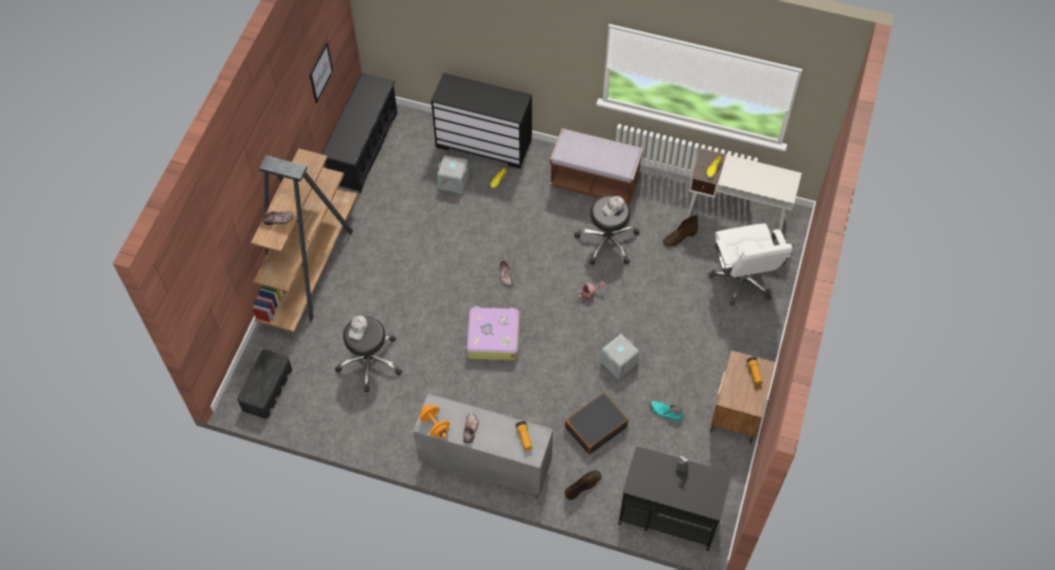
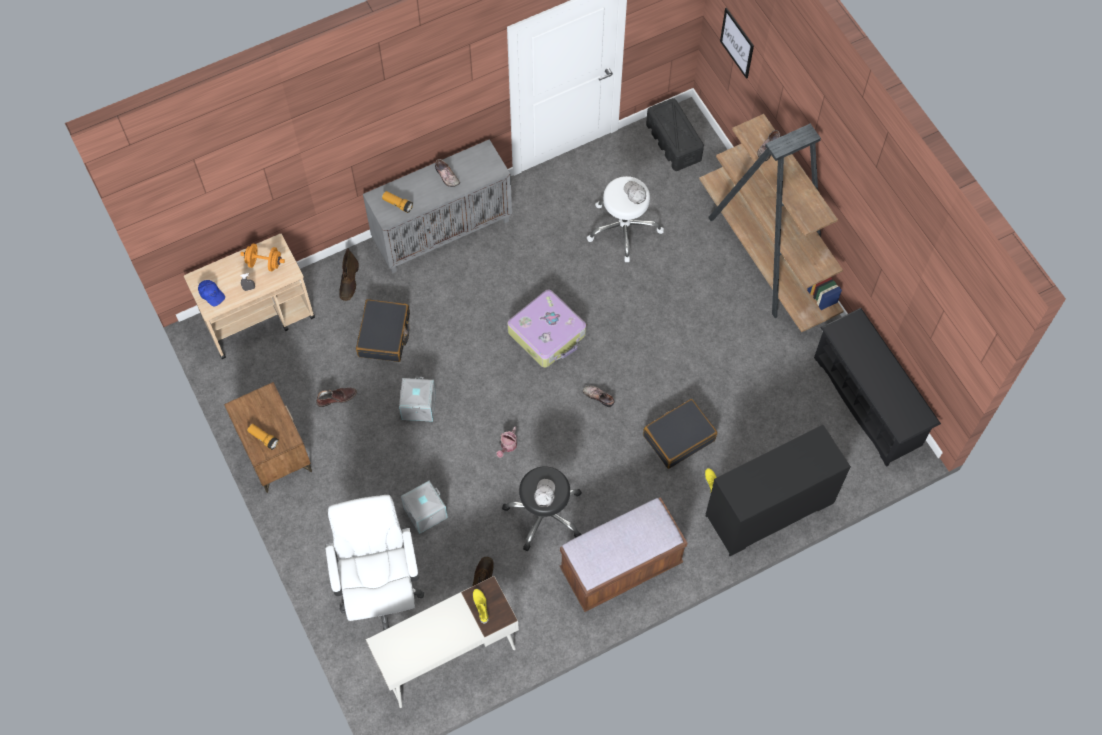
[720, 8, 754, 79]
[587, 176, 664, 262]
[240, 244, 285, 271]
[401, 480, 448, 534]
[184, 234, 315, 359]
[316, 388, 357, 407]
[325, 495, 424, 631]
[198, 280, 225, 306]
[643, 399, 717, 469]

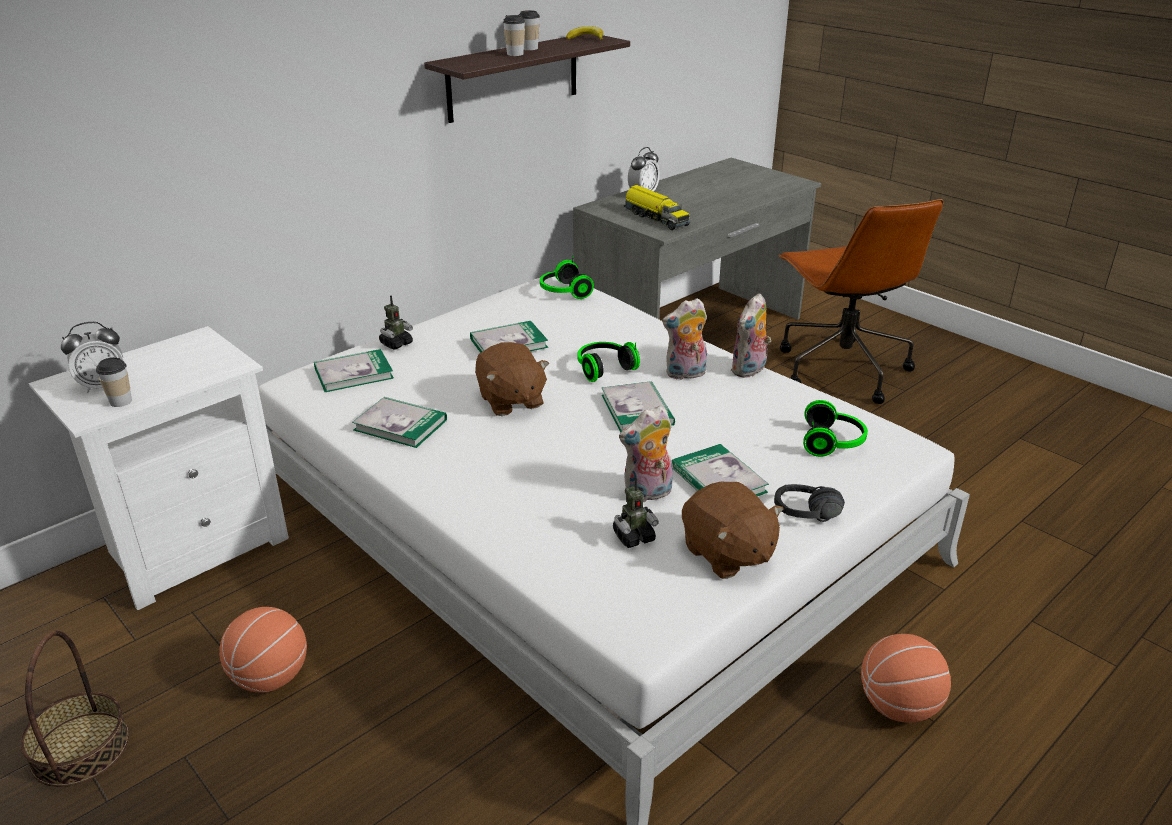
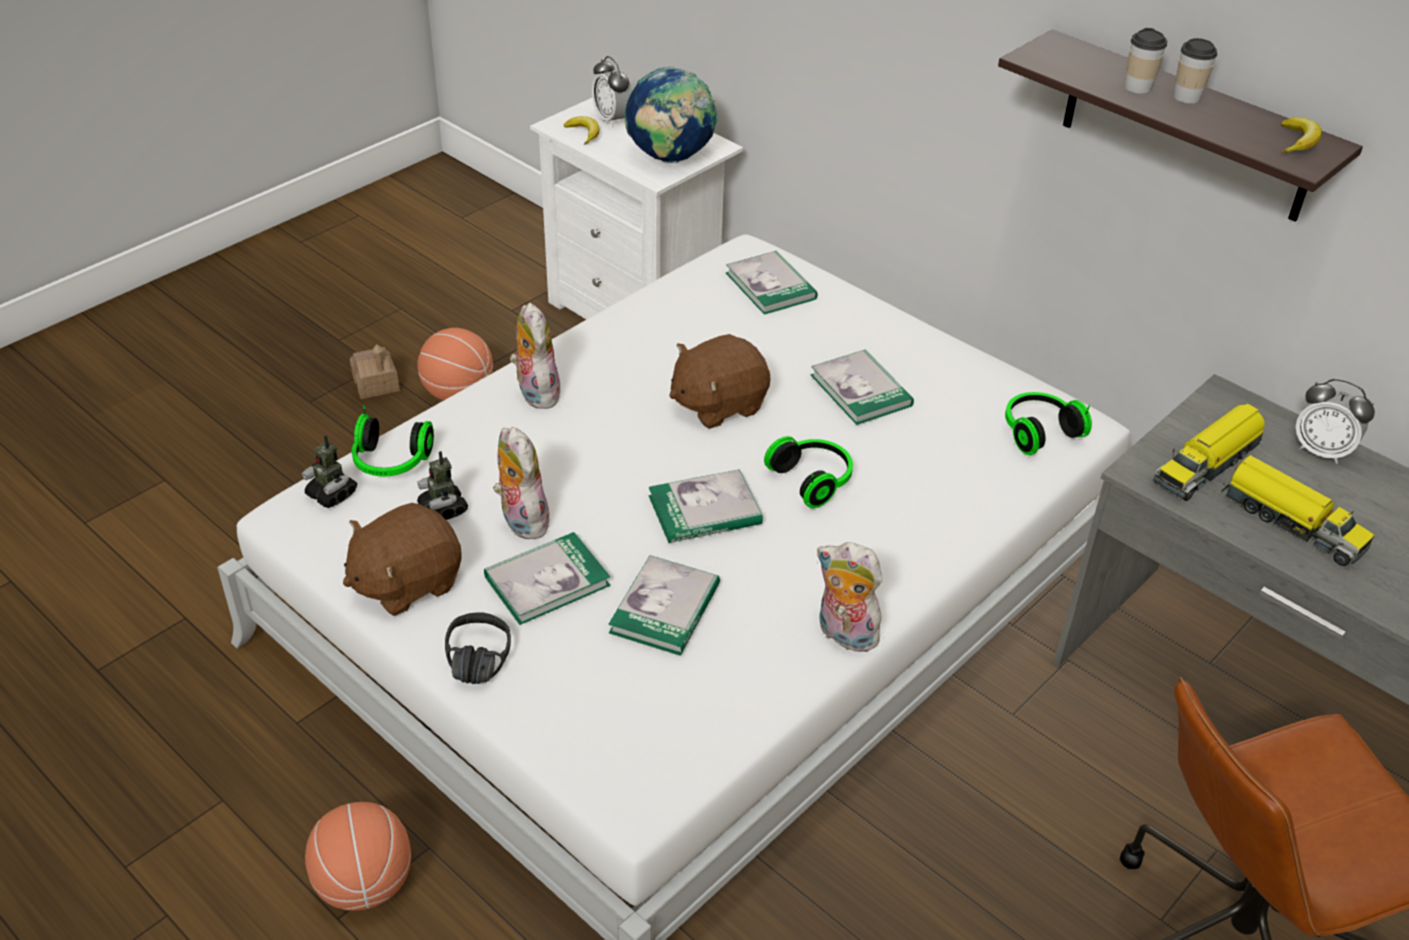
[20, 630, 129, 787] (first image)
[564, 116, 600, 145]
[608, 555, 720, 656]
[302, 435, 357, 508]
[510, 303, 560, 409]
[352, 405, 434, 476]
[350, 344, 400, 399]
[625, 66, 718, 163]
[1221, 455, 1374, 566]

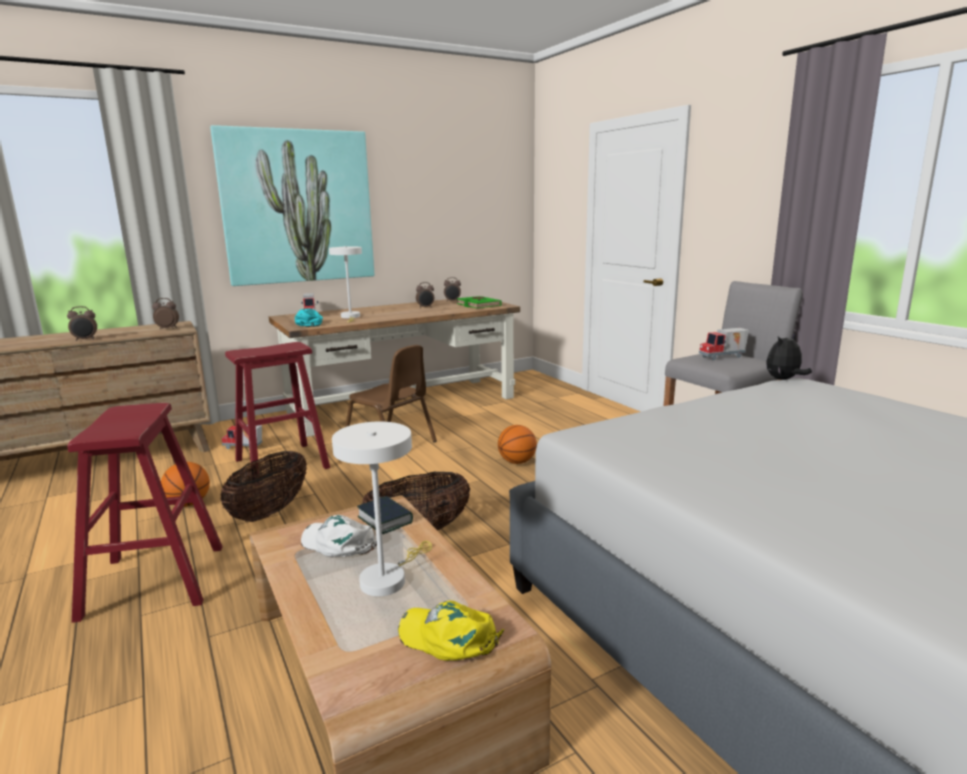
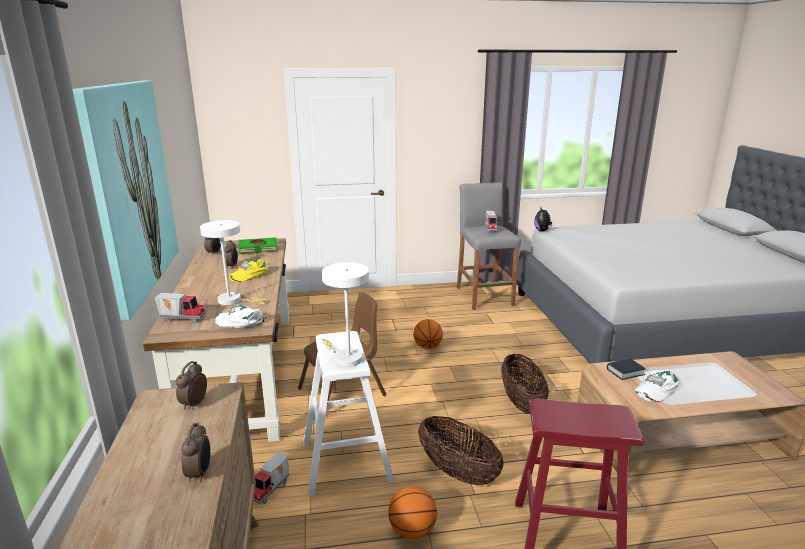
[303, 331, 394, 496]
[215, 305, 267, 329]
[322, 262, 369, 367]
[228, 259, 268, 282]

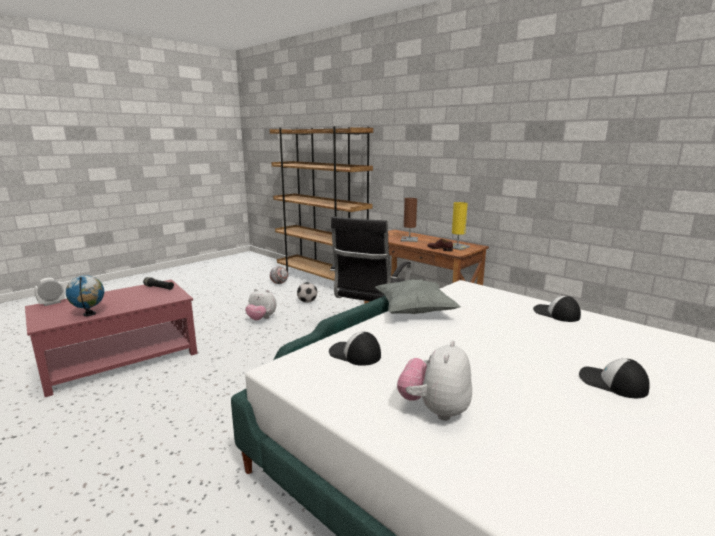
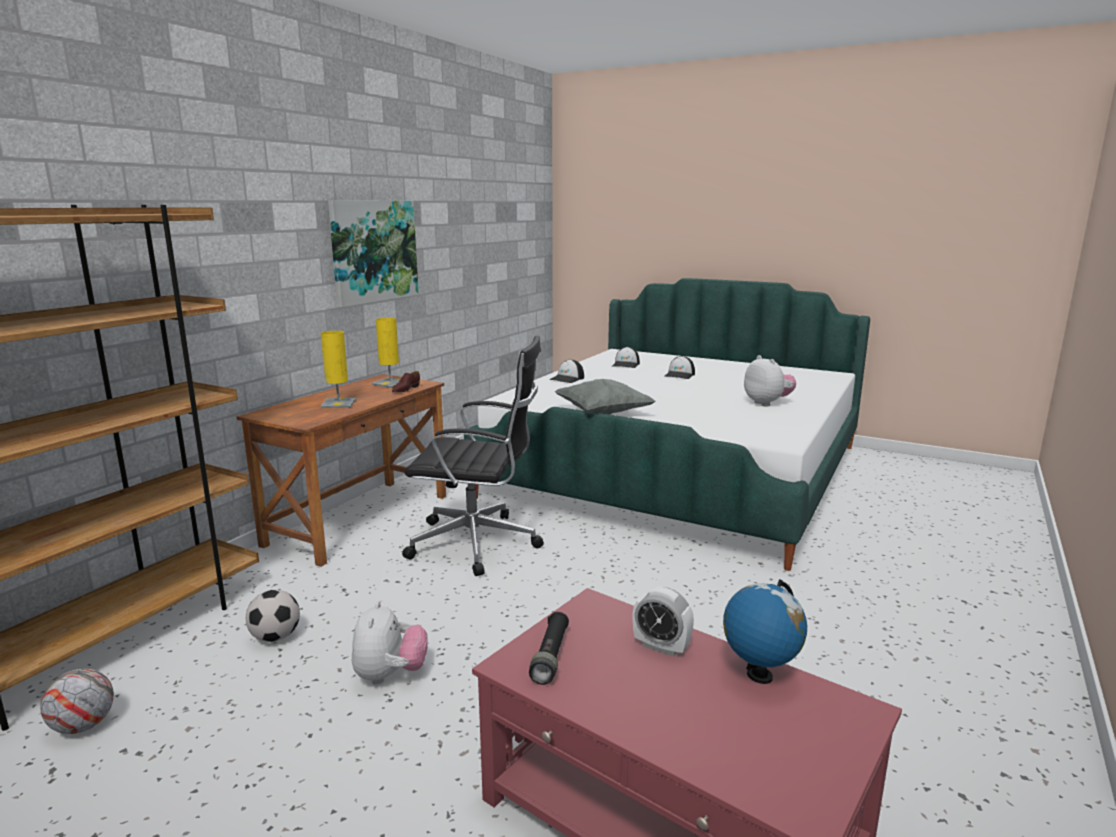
[633, 587, 694, 656]
[612, 347, 640, 368]
[744, 355, 796, 407]
[321, 331, 356, 408]
[328, 200, 419, 307]

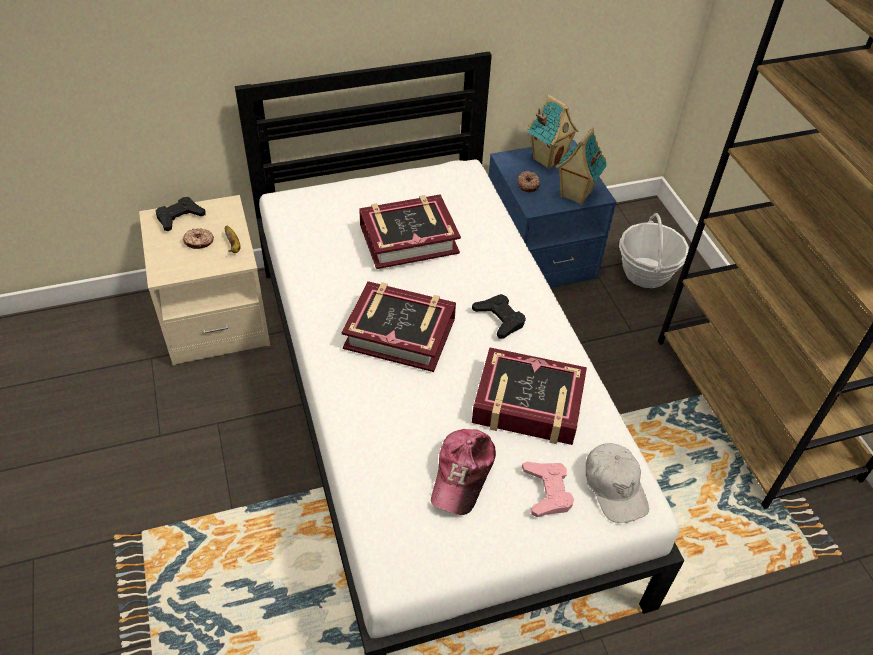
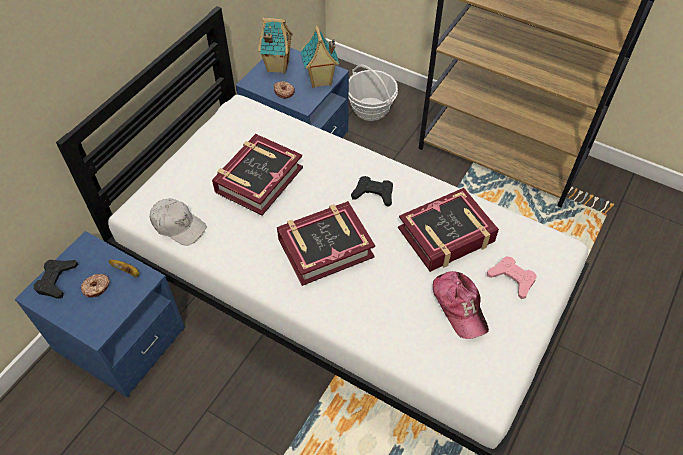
[15, 231, 185, 398]
[150, 198, 207, 246]

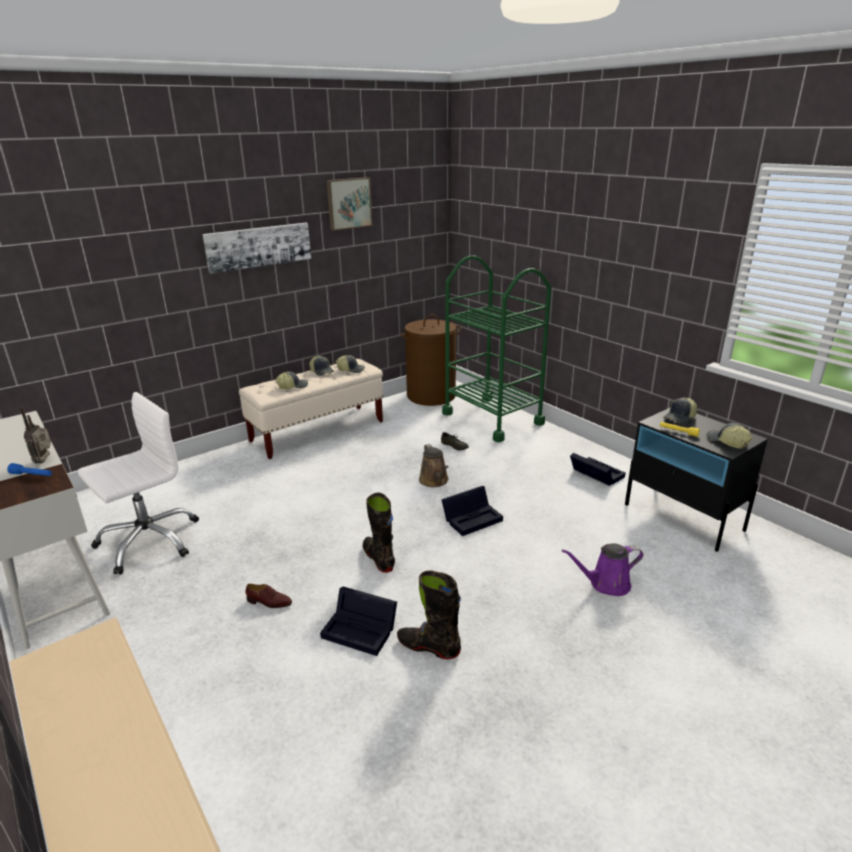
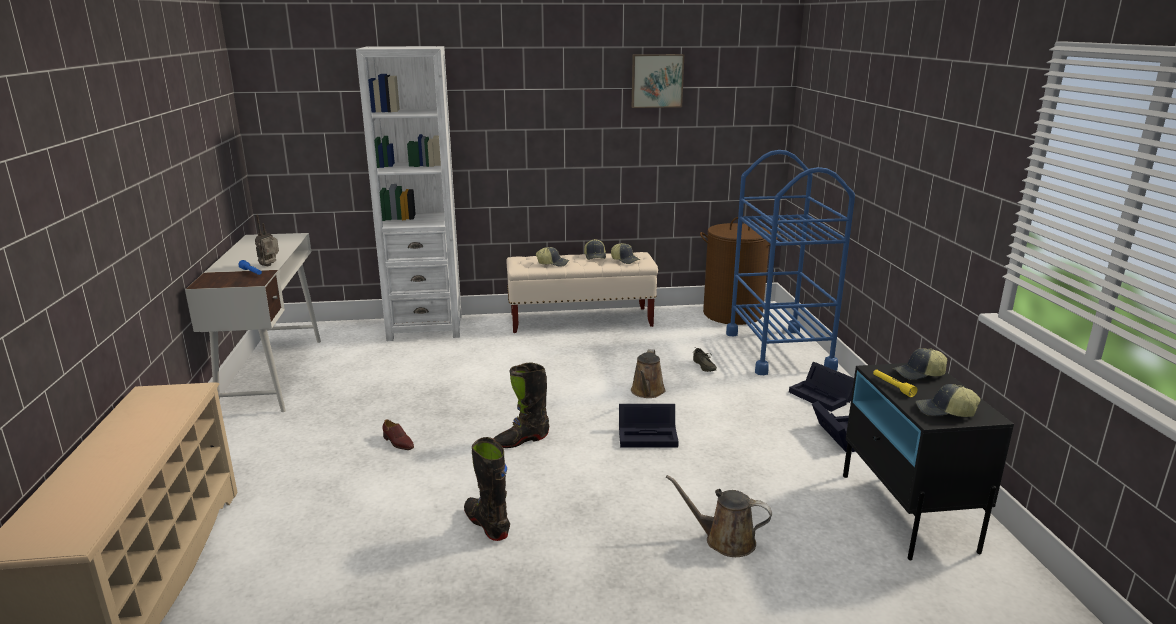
[78, 392, 199, 575] (first image)
[202, 223, 311, 274] (first image)
[789, 362, 854, 412]
[493, 363, 549, 448]
[726, 150, 855, 375]
[666, 475, 772, 557]
[916, 384, 981, 417]
[356, 46, 462, 341]

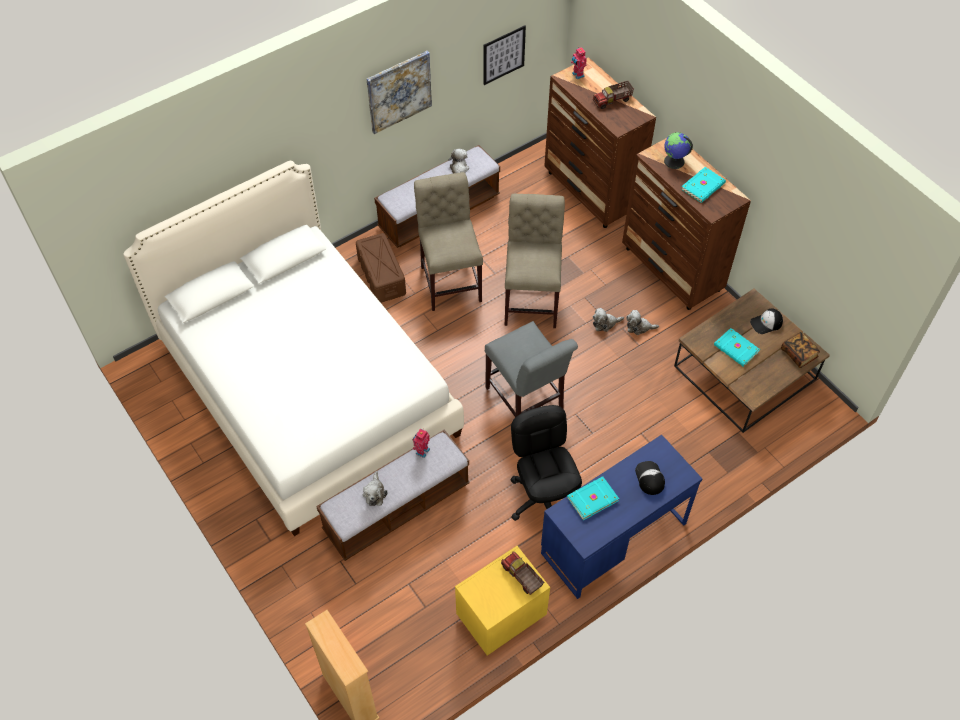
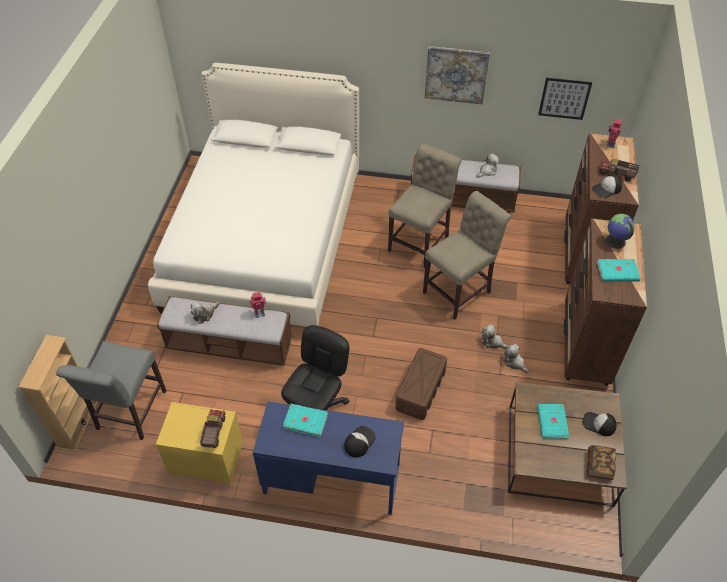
[395, 348, 447, 420]
[56, 341, 166, 440]
[592, 175, 622, 198]

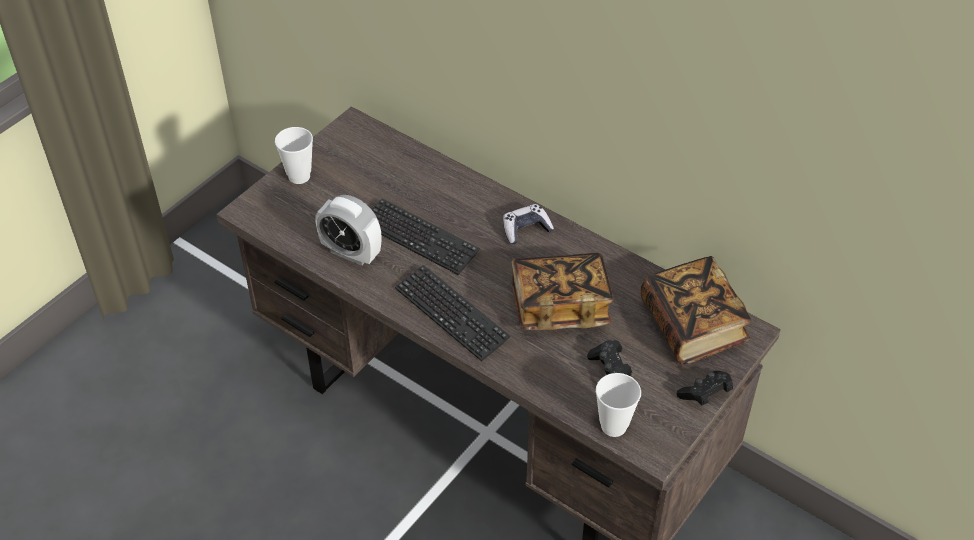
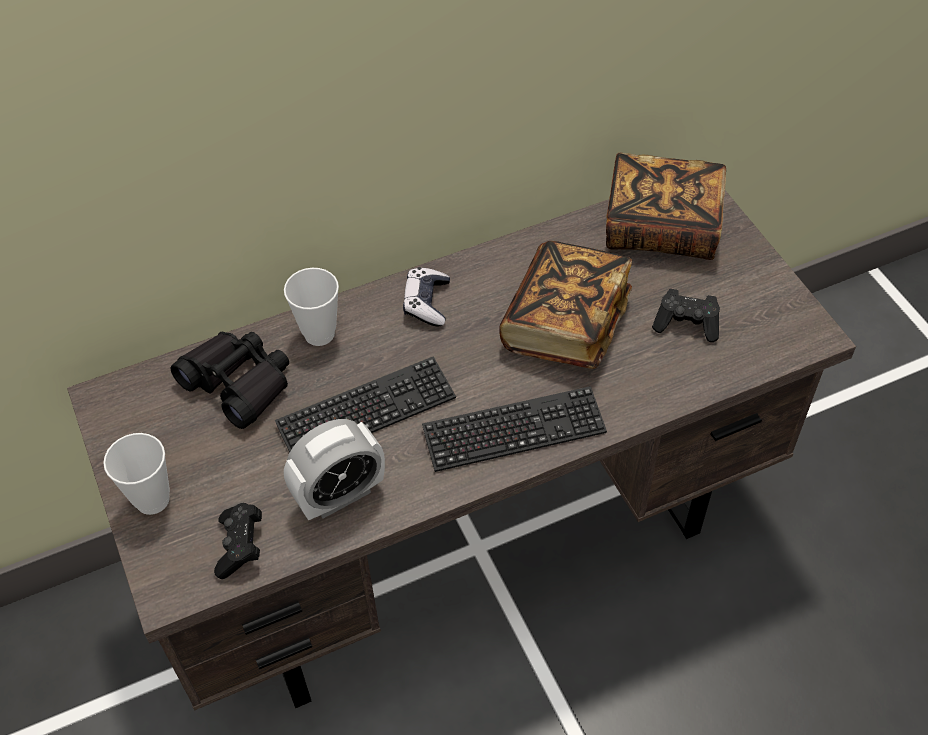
[284, 268, 339, 346]
[214, 503, 262, 579]
[170, 332, 289, 429]

